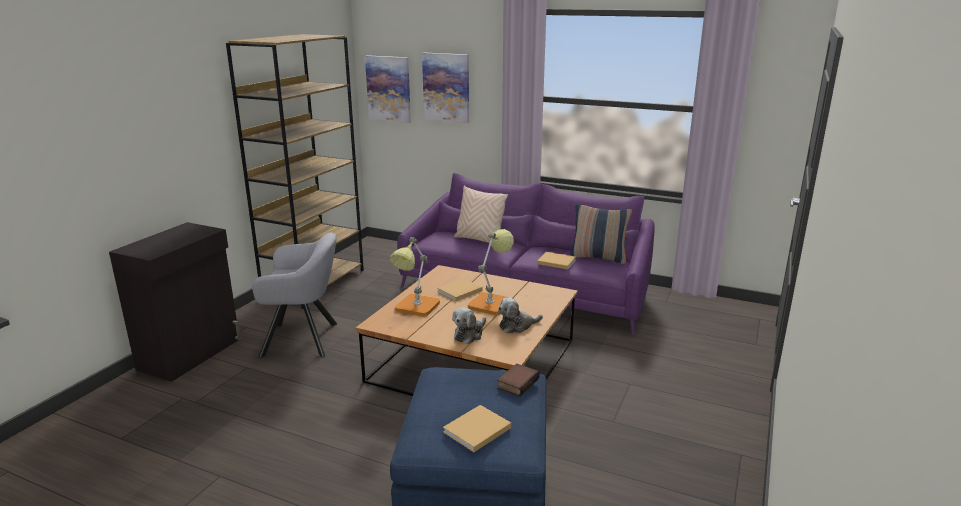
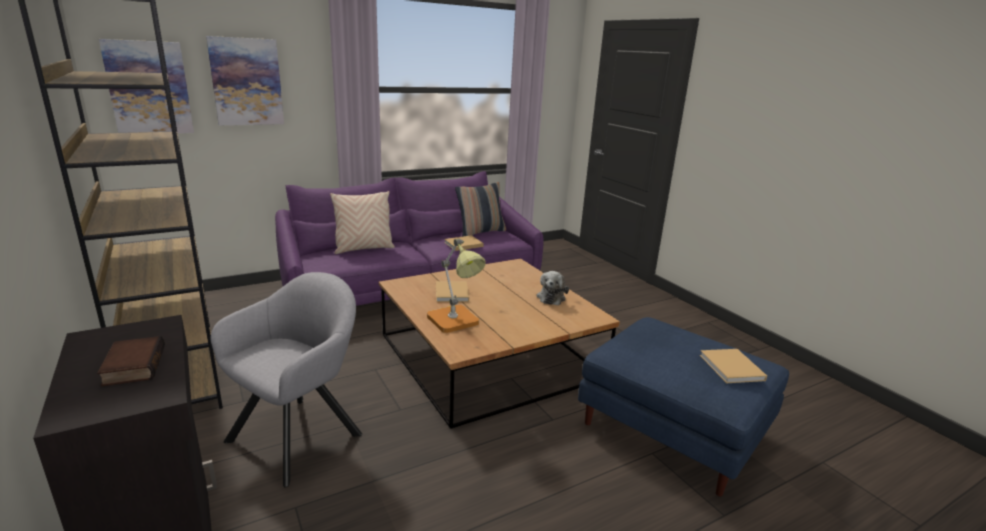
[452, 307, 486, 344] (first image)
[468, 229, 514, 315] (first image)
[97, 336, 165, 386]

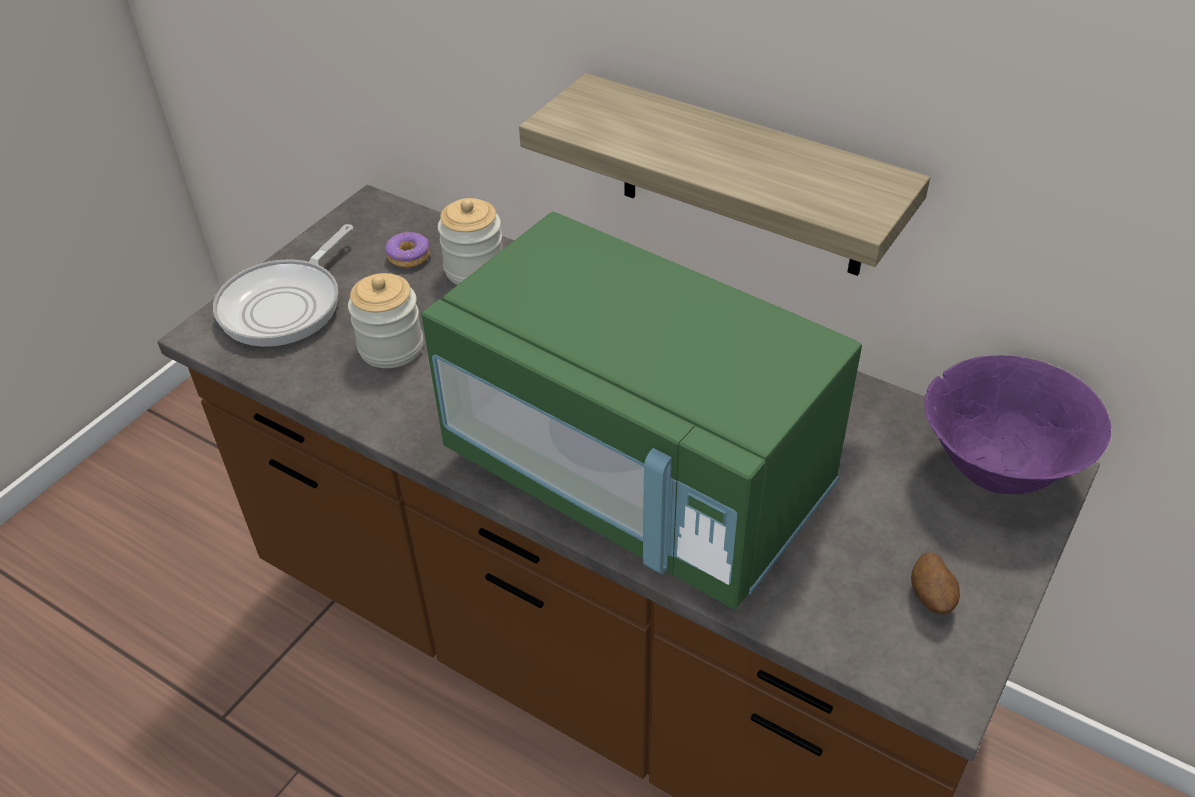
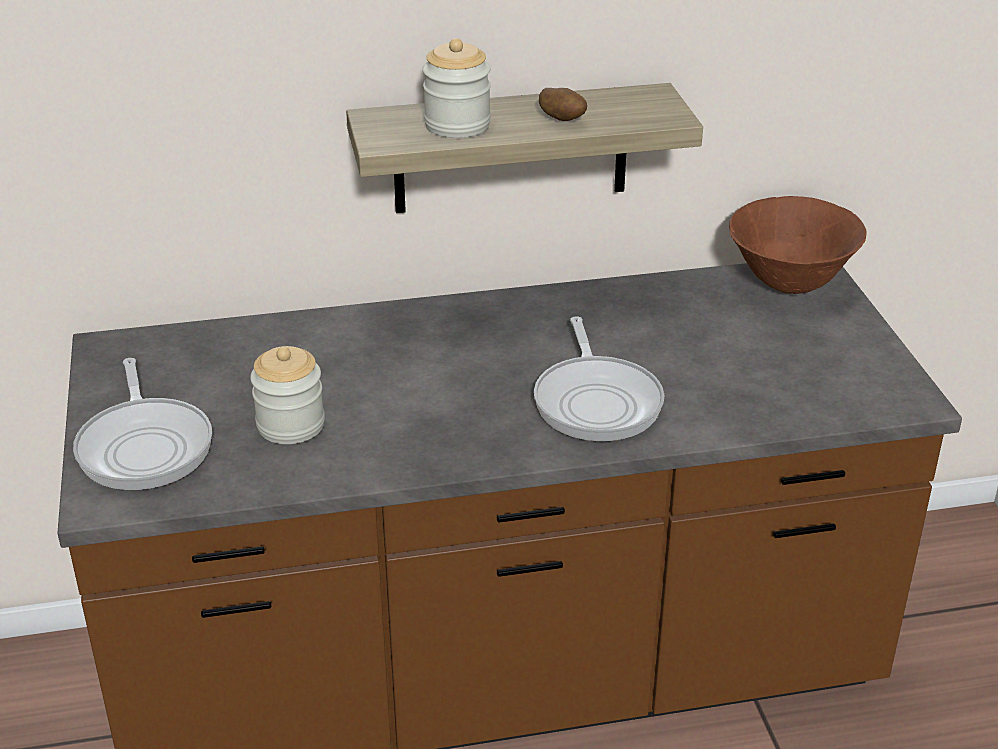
[385, 232, 430, 268] (first image)
[534, 316, 664, 441]
[422, 38, 491, 138]
[539, 88, 587, 121]
[729, 196, 867, 294]

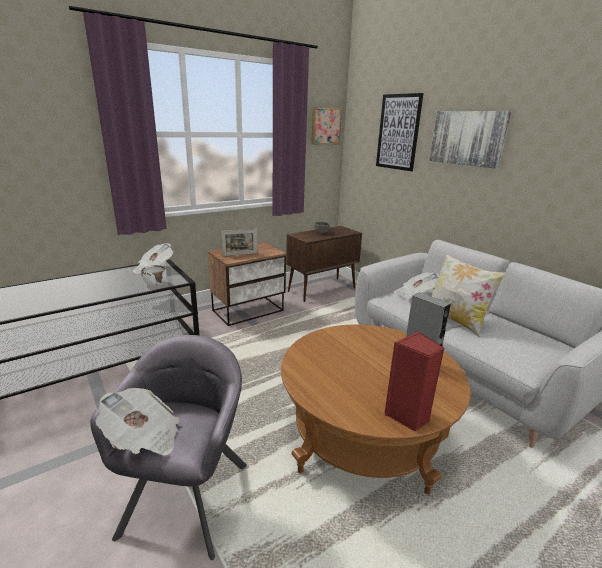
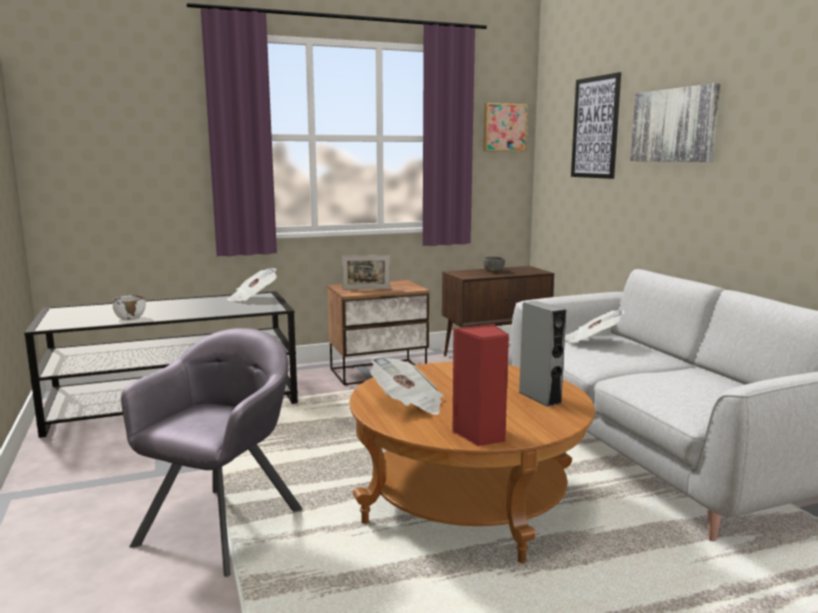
[370, 356, 443, 415]
[112, 295, 146, 321]
[431, 254, 507, 337] (first image)

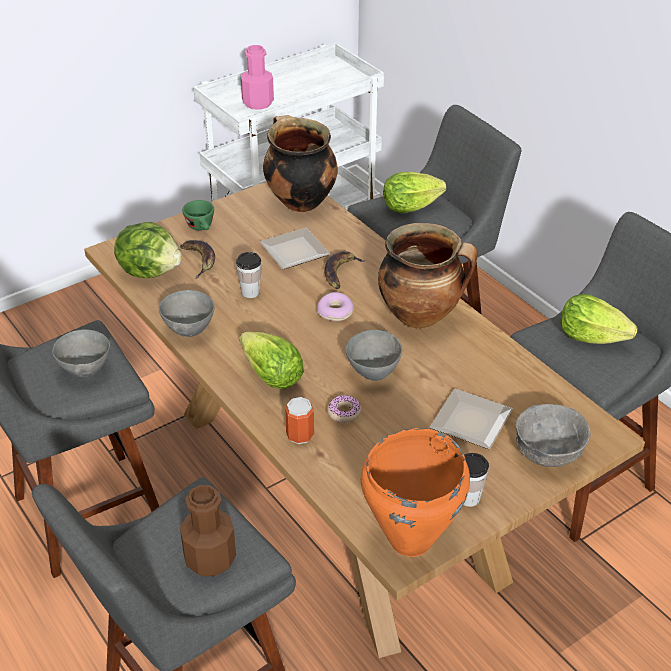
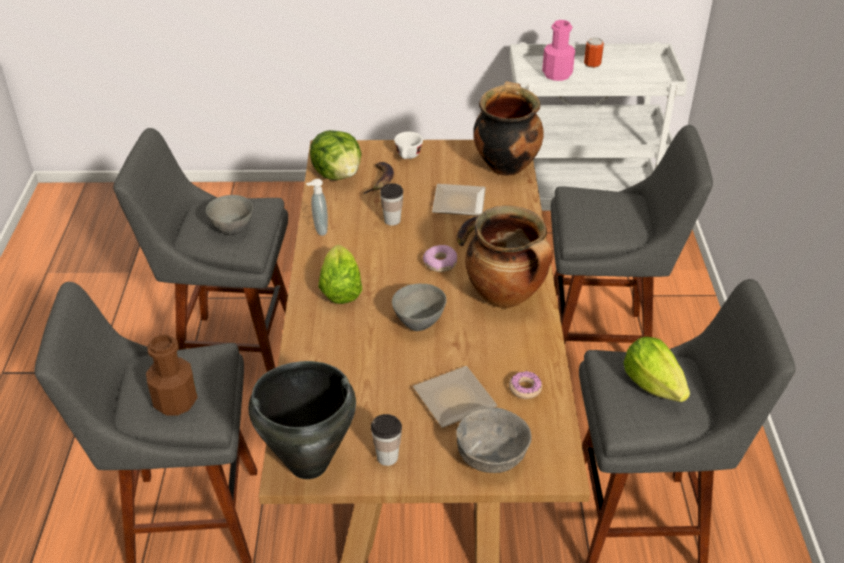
[306, 179, 328, 236]
[394, 132, 423, 159]
[584, 37, 604, 68]
[509, 371, 542, 399]
[249, 361, 356, 479]
[383, 172, 446, 213] (first image)

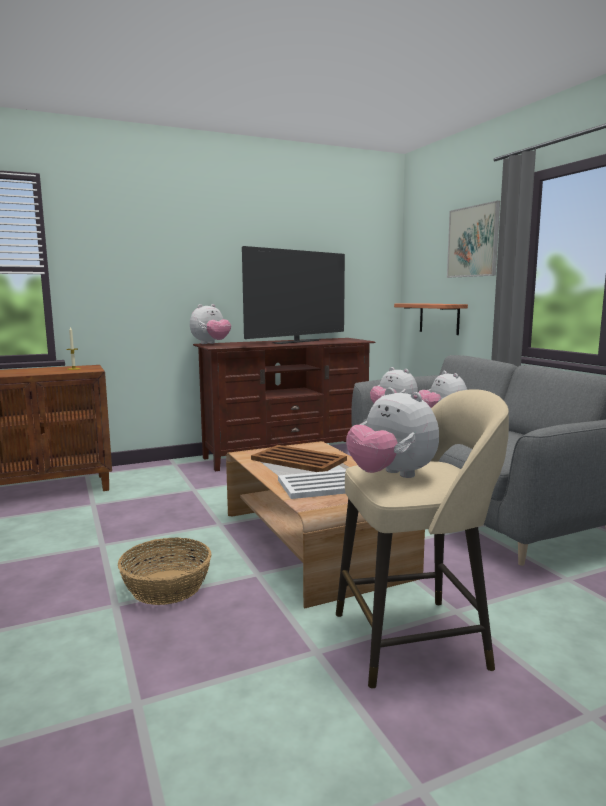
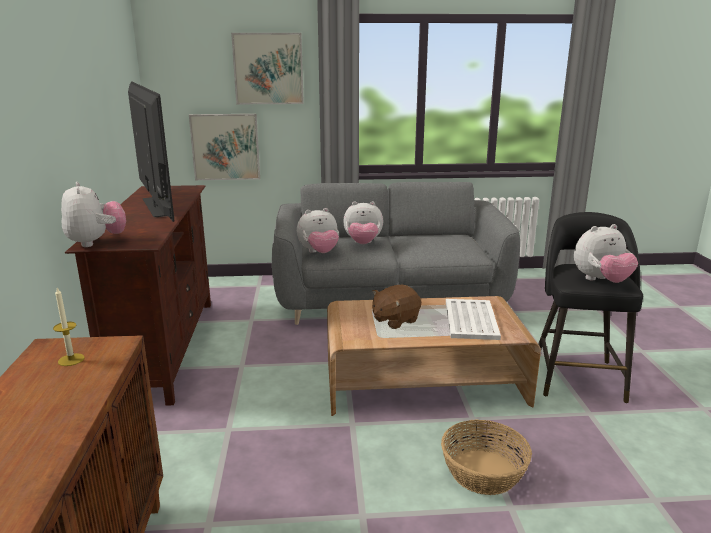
[372, 285, 421, 329]
[538, 212, 643, 403]
[189, 114, 260, 180]

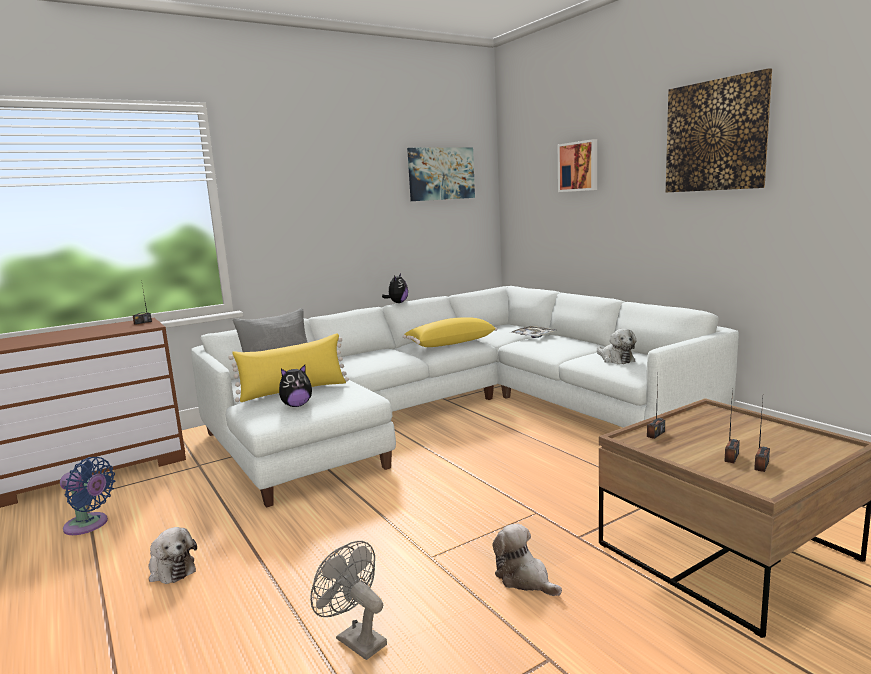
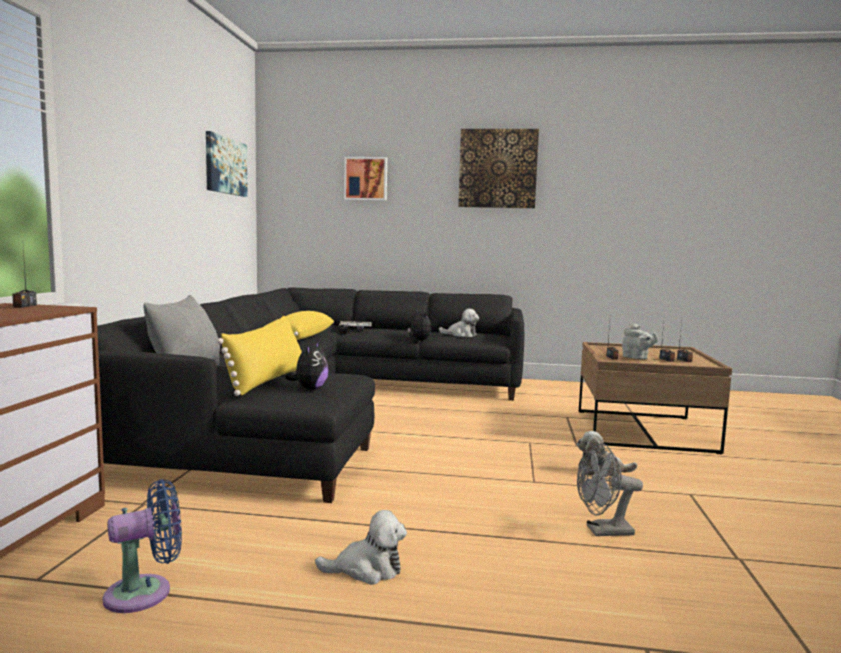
[97, 287, 524, 503]
[407, 310, 431, 341]
[622, 324, 659, 359]

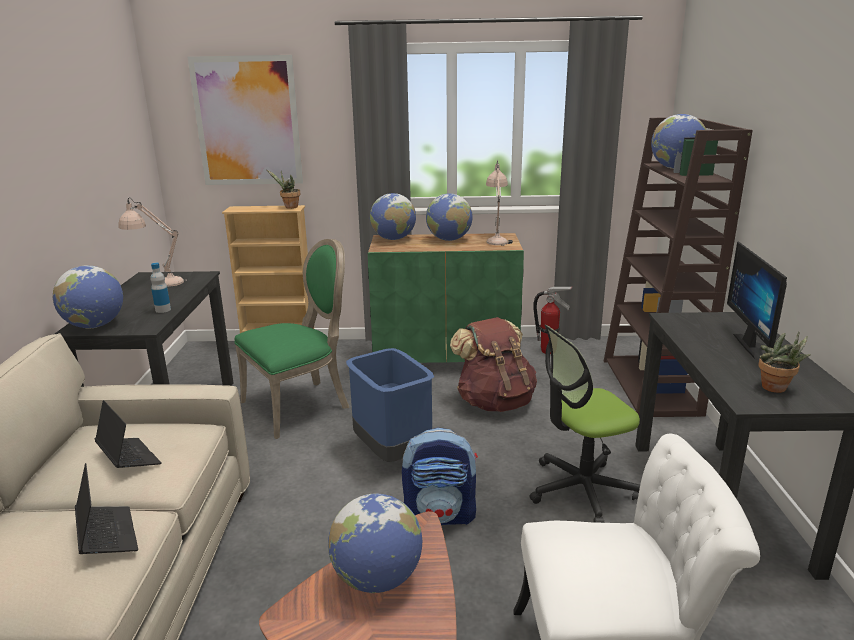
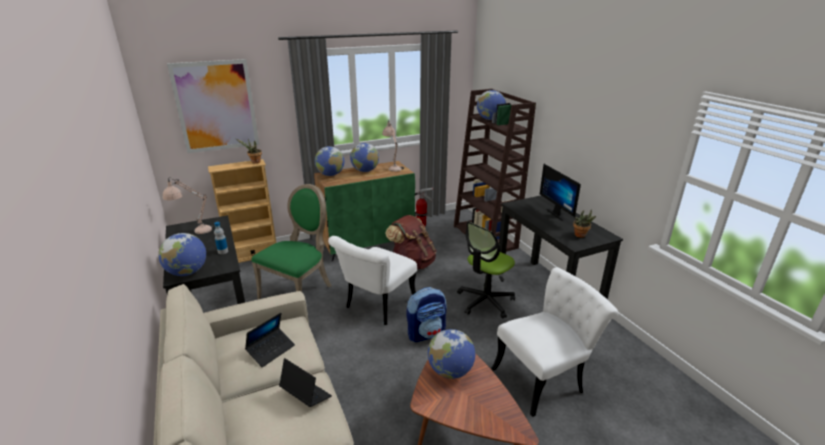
[245, 313, 295, 367]
[328, 236, 417, 325]

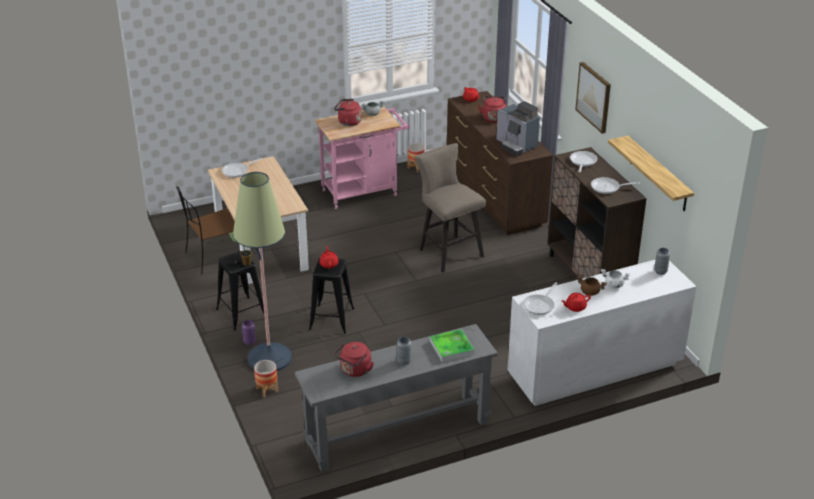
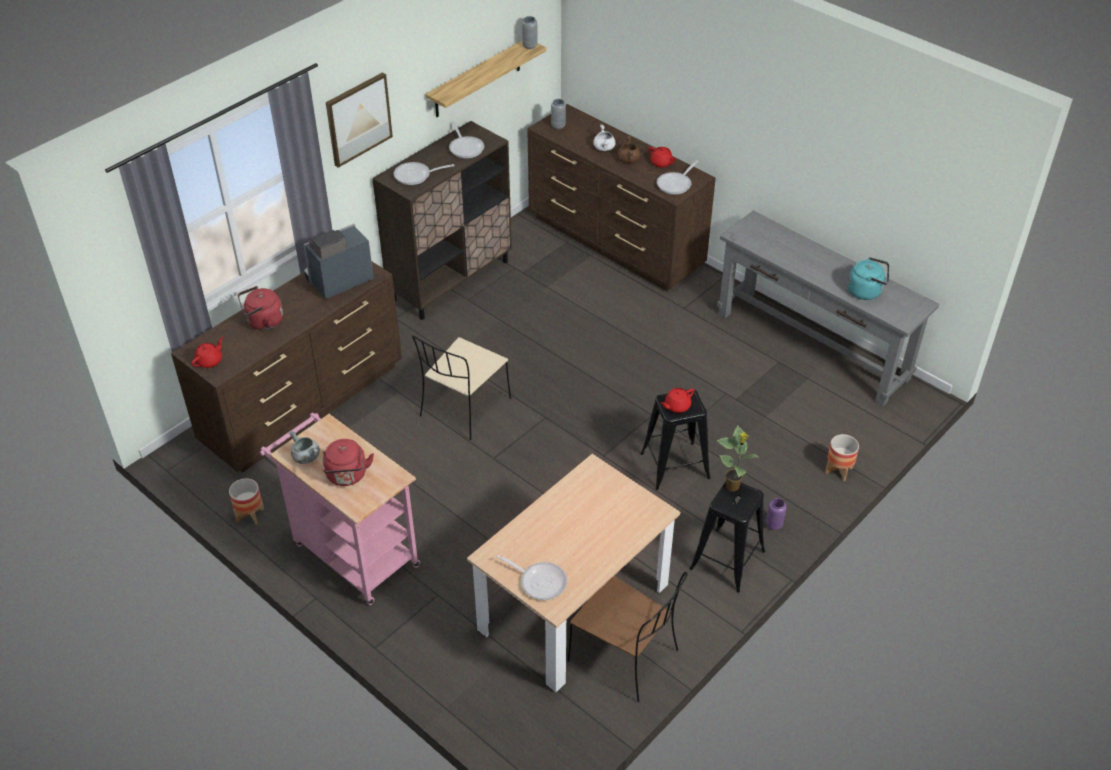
[233, 172, 292, 371] (first image)
[848, 257, 889, 300]
[522, 16, 538, 49]
[412, 335, 511, 440]
[430, 329, 474, 362] (first image)
[303, 224, 374, 299]
[527, 104, 716, 291]
[657, 160, 698, 195]

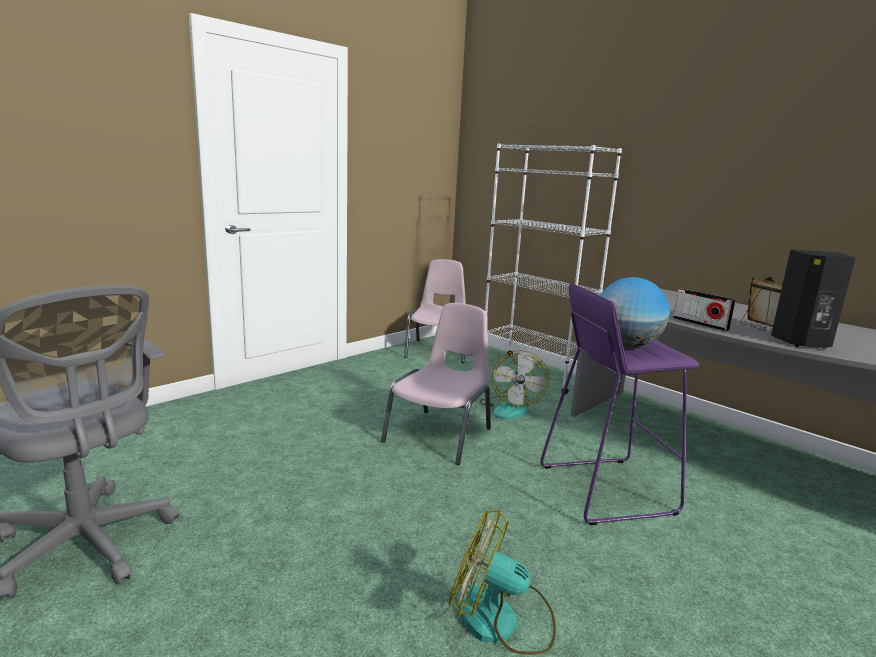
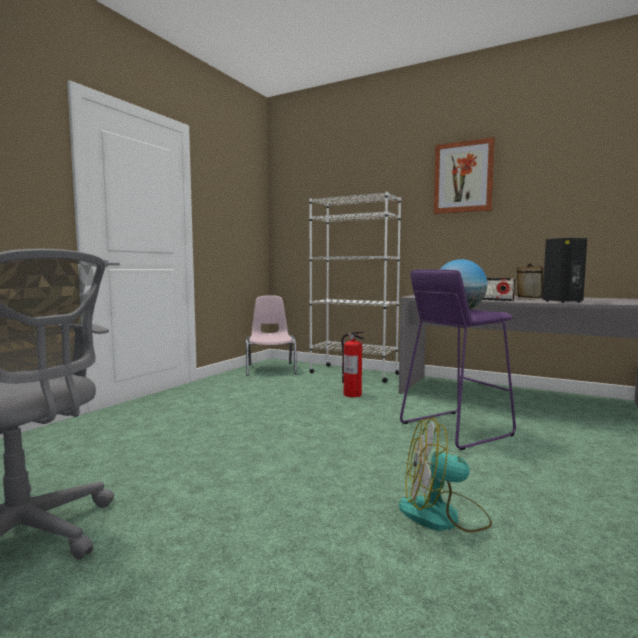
[381, 303, 491, 465] (first image)
[341, 331, 364, 397]
[434, 137, 495, 214]

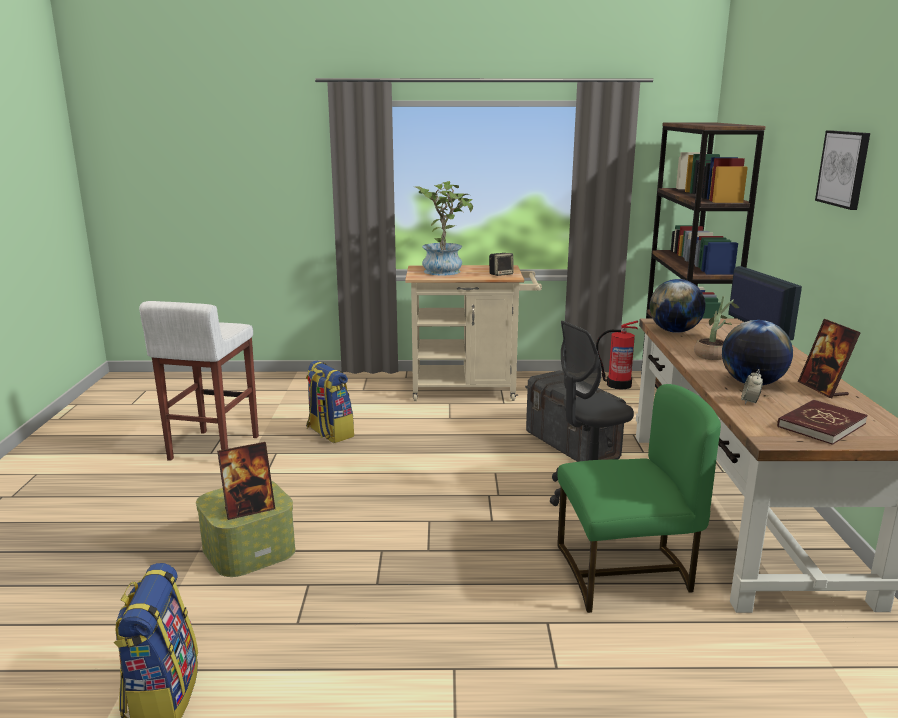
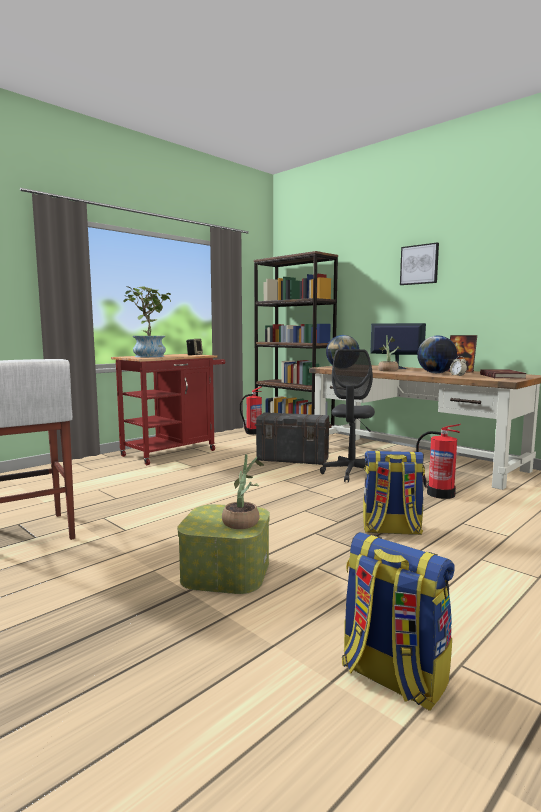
[222, 454, 264, 529]
[363, 451, 425, 535]
[111, 354, 225, 465]
[416, 424, 461, 499]

